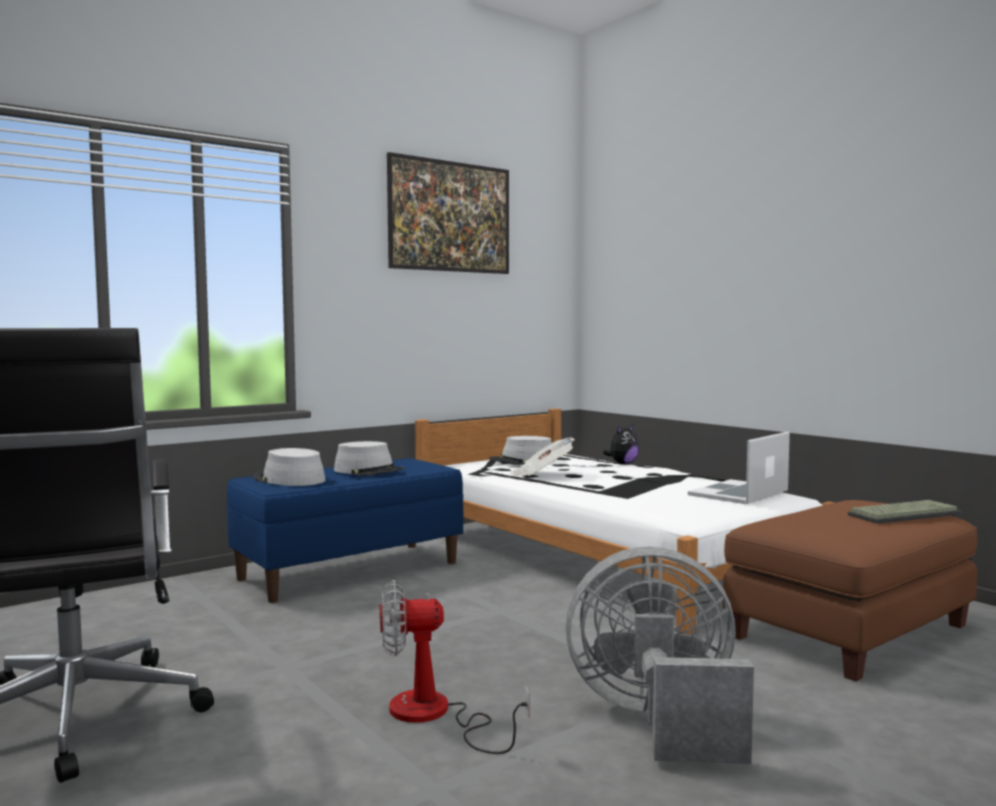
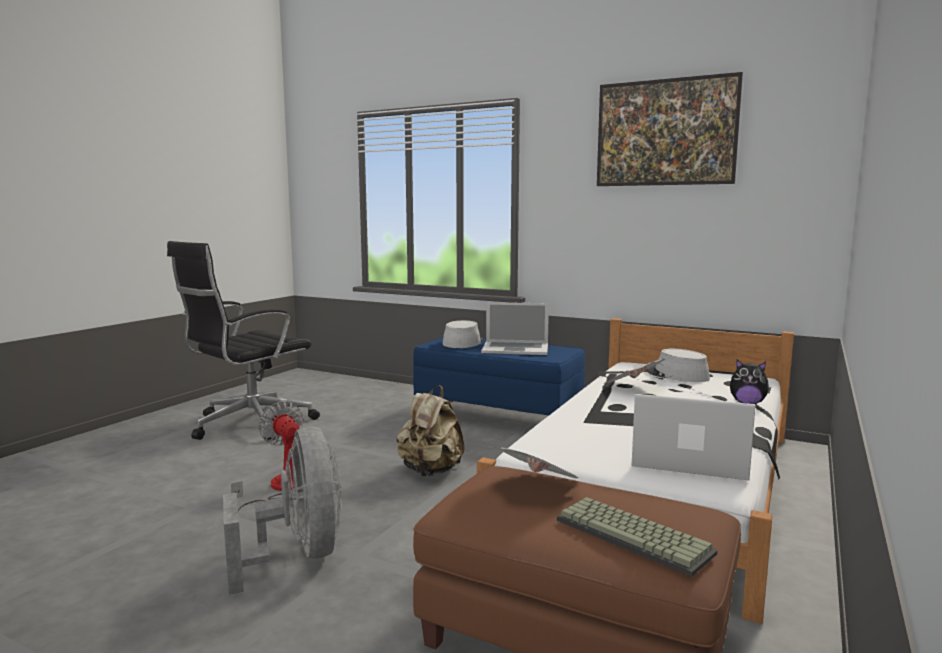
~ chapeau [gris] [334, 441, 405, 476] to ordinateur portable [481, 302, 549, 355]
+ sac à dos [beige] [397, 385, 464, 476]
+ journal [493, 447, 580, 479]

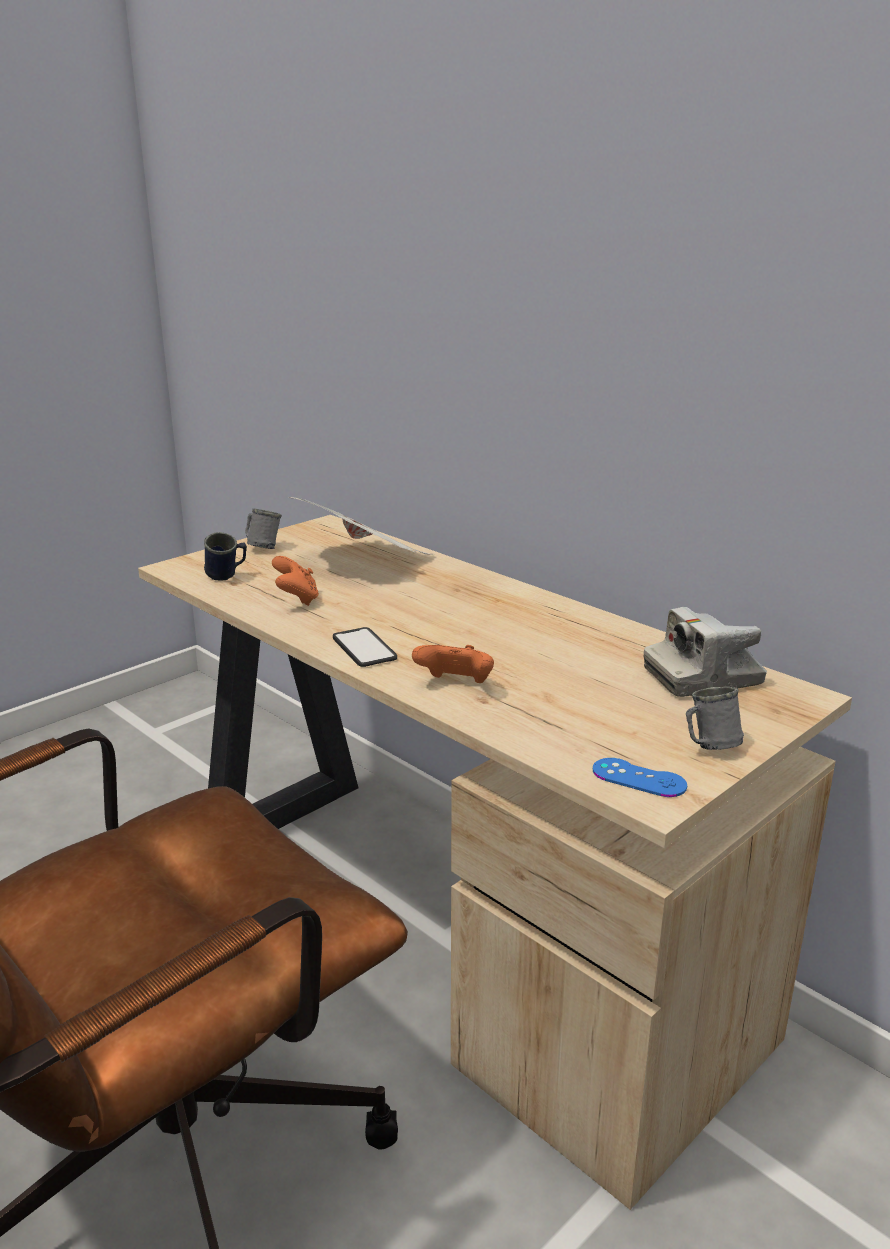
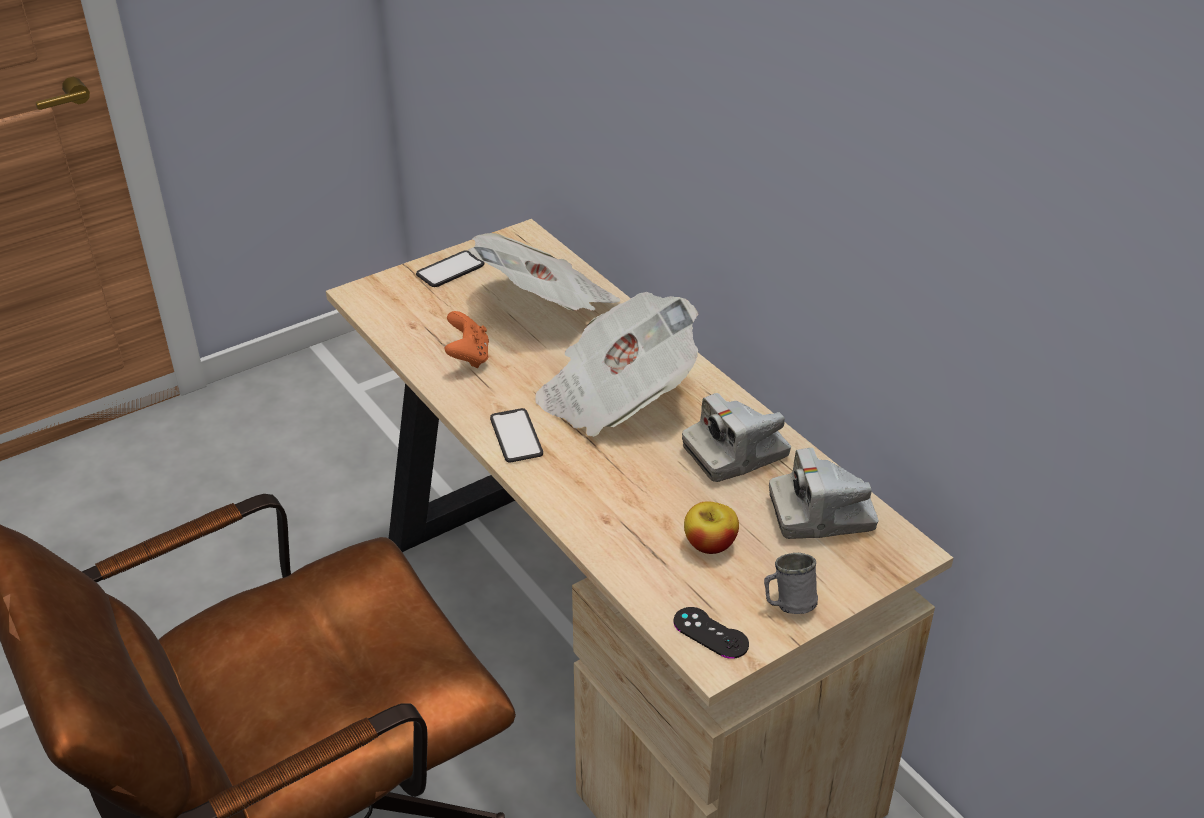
~ mug [gris] [245, 509, 282, 549] to téléphone [416, 250, 484, 287]
- mug [bleu] [204, 532, 247, 580]
- manette [orange] [412, 645, 494, 683]
~ manette [bleu] [593, 758, 687, 797] to manette [noir] [674, 607, 749, 659]
+ journal [535, 292, 698, 437]
+ appareil photo [682, 393, 791, 482]
+ pomme [684, 501, 739, 554]

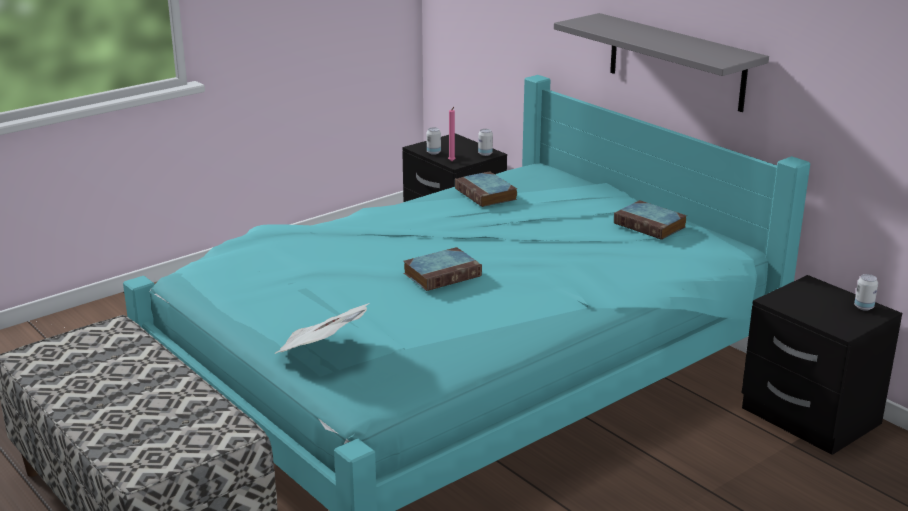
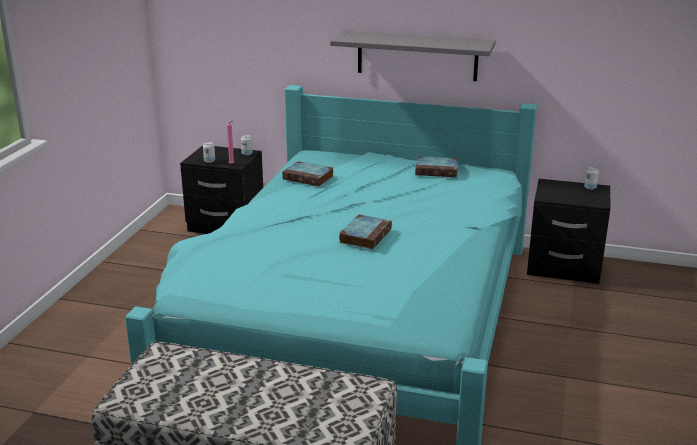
- journal [274, 303, 370, 354]

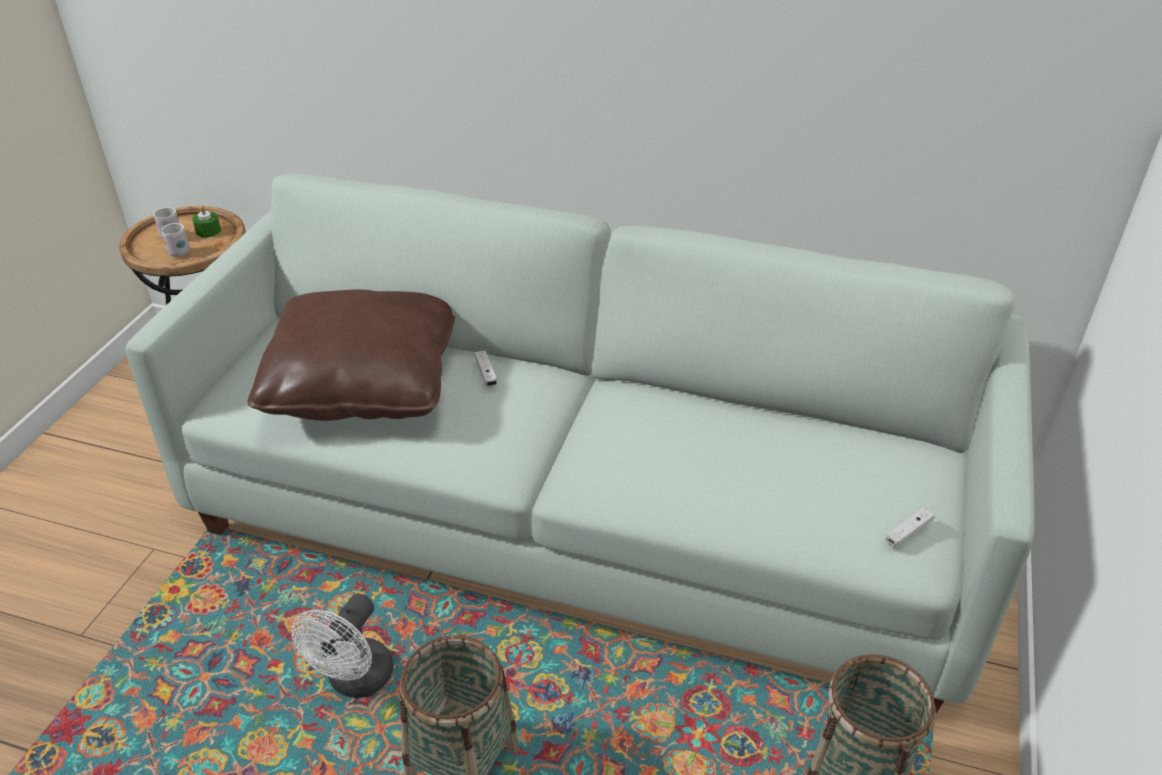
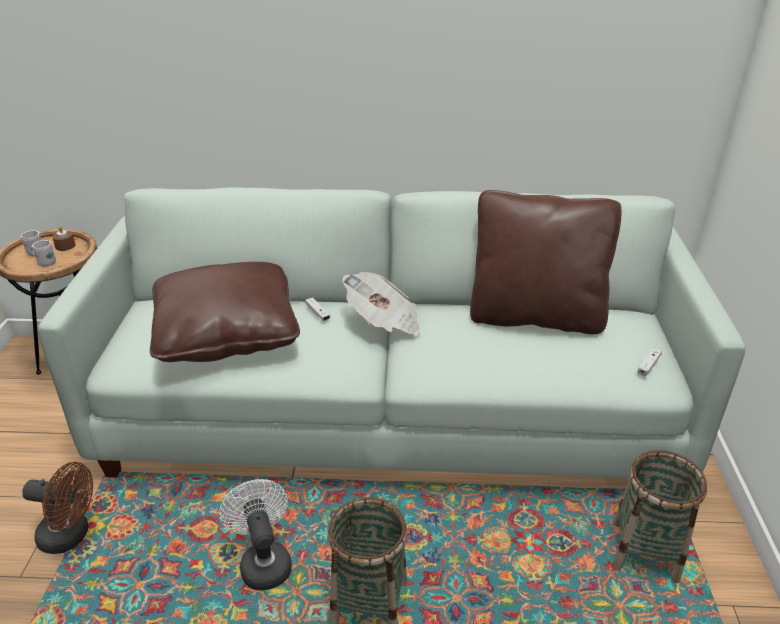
~ bougie [vert] [192, 206, 221, 238] to bougie [marron] [52, 226, 76, 251]
~ ventilateur [blanc] [291, 594, 393, 698] = [219, 479, 292, 590] 150 degrees clockwise
+ coussin [marron] [470, 190, 622, 334]
+ journal [342, 272, 420, 335]
+ ventilateur [marron] [22, 462, 93, 554]

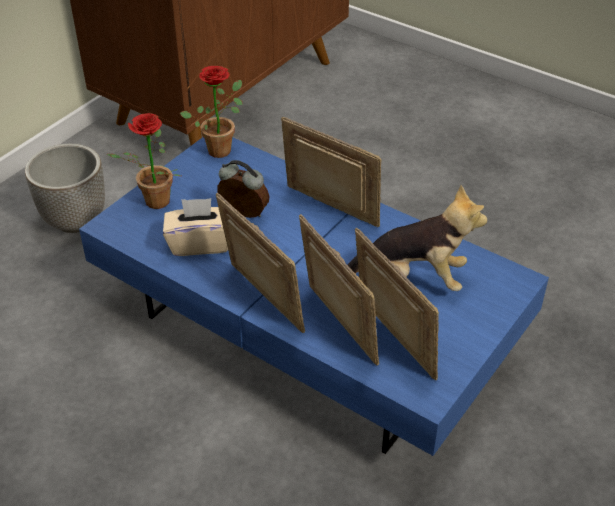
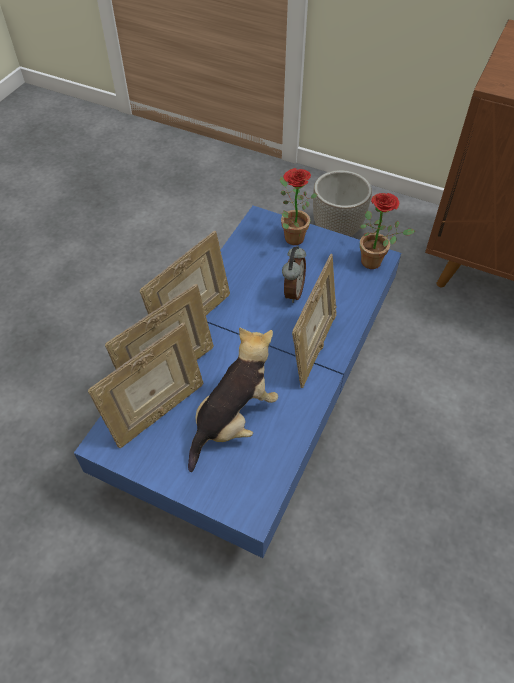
~ peluche [348, 185, 487, 291] = [188, 327, 278, 472] 135 degrees counterclockwise
- boîte à mouchoirs [beige] [163, 198, 228, 256]

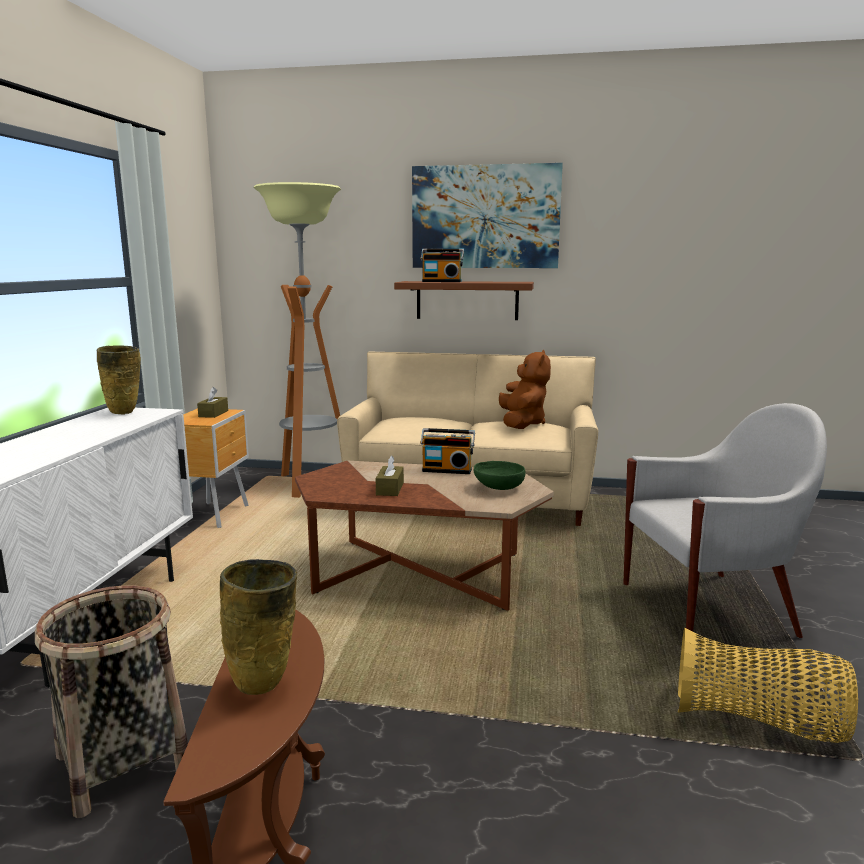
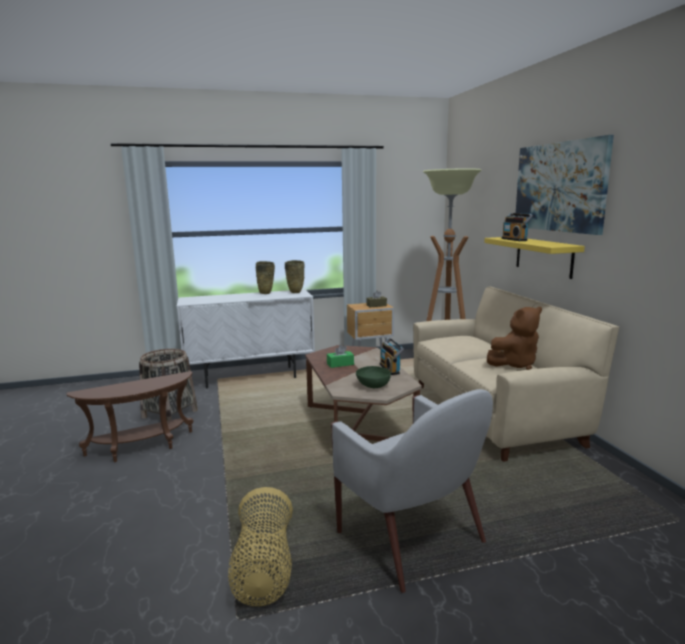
~ étagère [marron] [394, 281, 534, 320] to étagère [jaune] [484, 237, 585, 279]
~ boîte à mouchoirs [marron] [376, 456, 404, 496] to boîte à mouchoirs [vert] [327, 344, 354, 368]
~ vase [beige] [220, 559, 297, 695] to [256, 261, 275, 294]

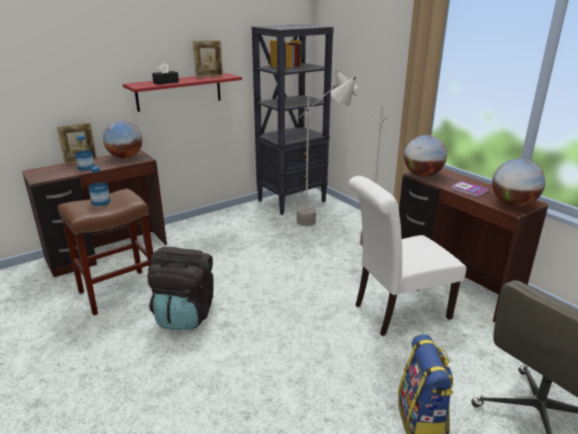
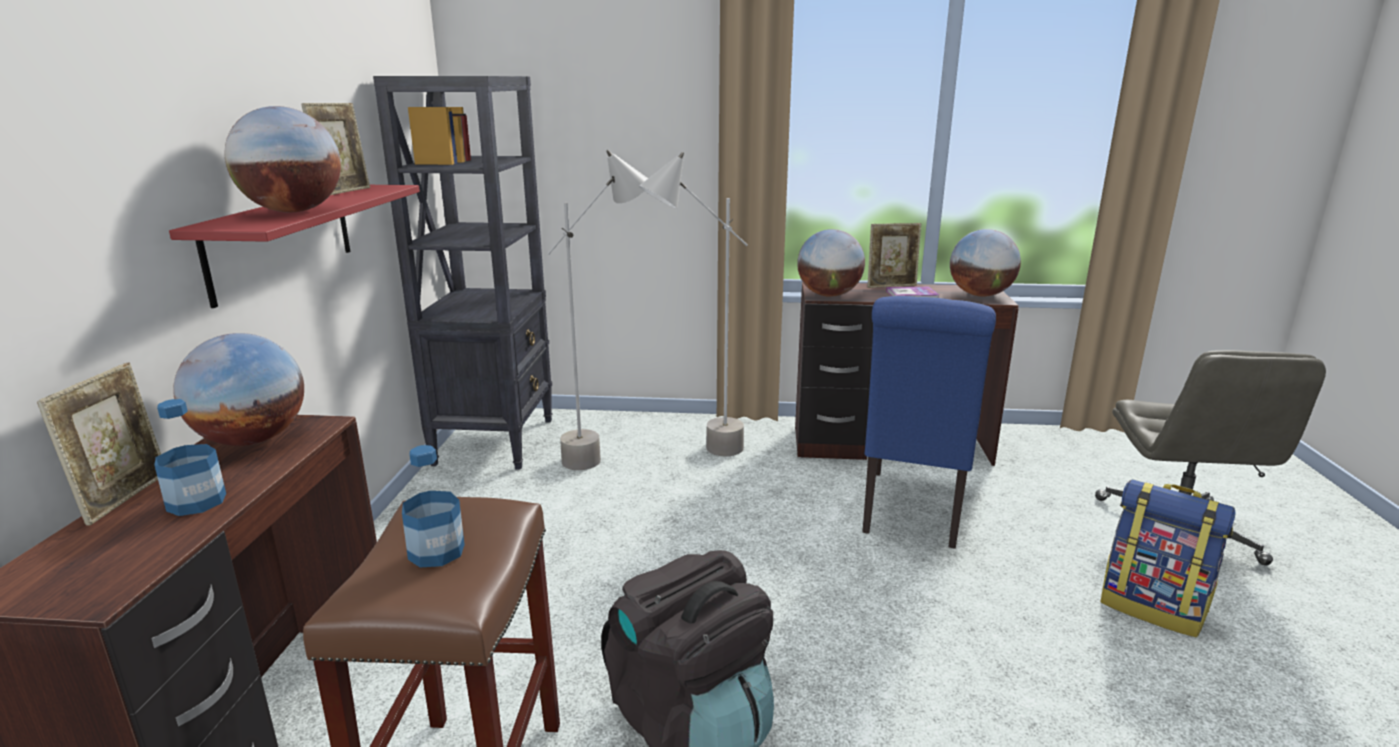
~ boîte à mouchoirs [noir] [152, 63, 179, 85] to globe [225, 106, 341, 212]
~ chaise [blanc] [348, 176, 466, 336] to chaise [bleu] [862, 296, 996, 549]
+ cadre photo [867, 223, 921, 288]

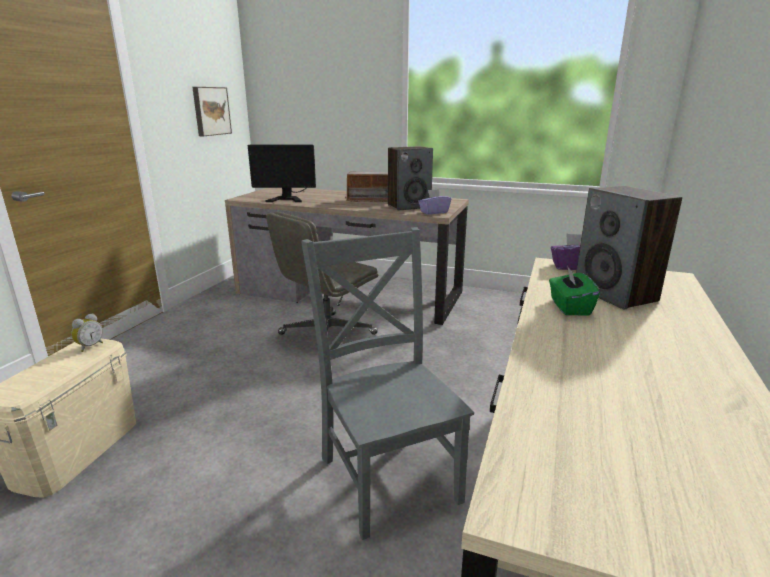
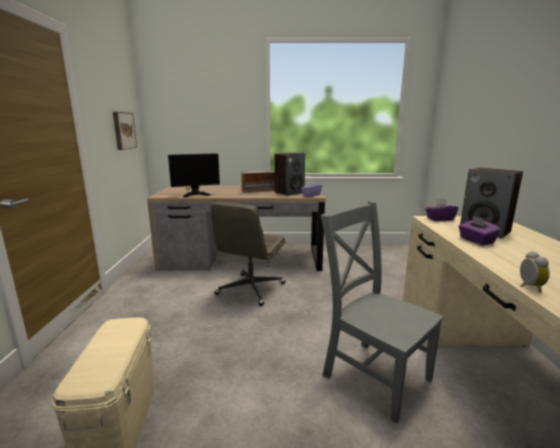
~ boîte à mouchoirs [vert] [549, 266, 600, 315] to boîte à mouchoirs [violet] [458, 215, 501, 245]
~ réveil [71, 313, 103, 352] to [520, 251, 550, 292]

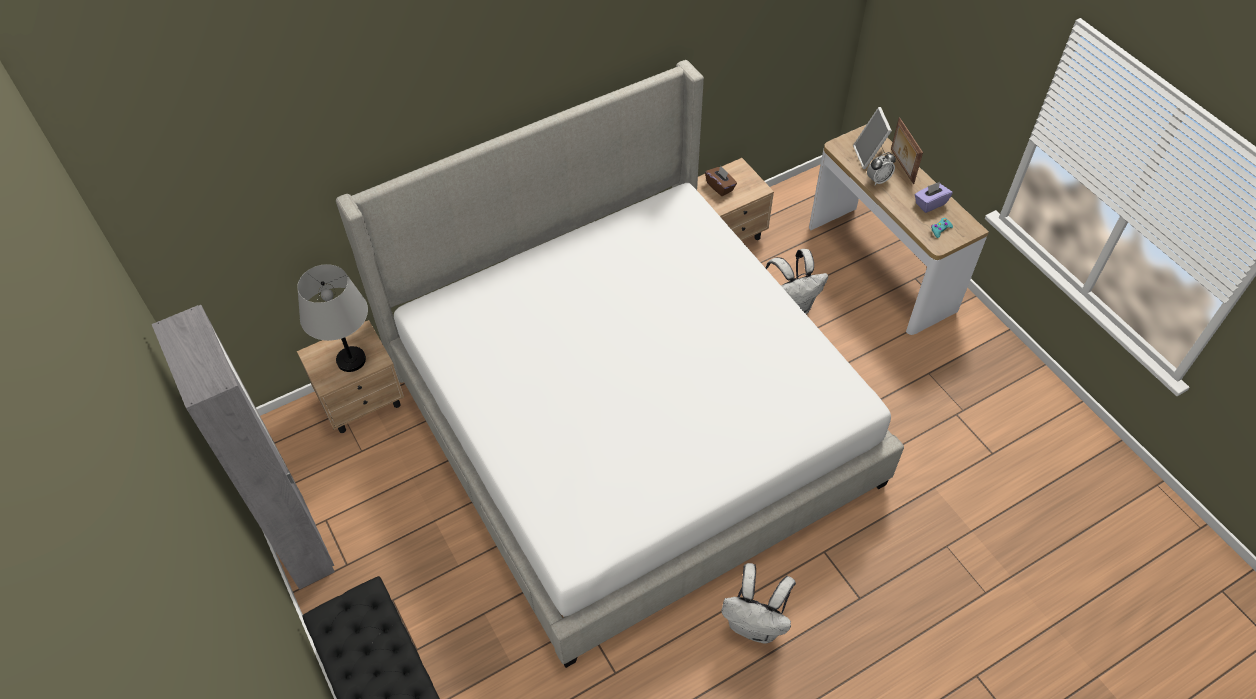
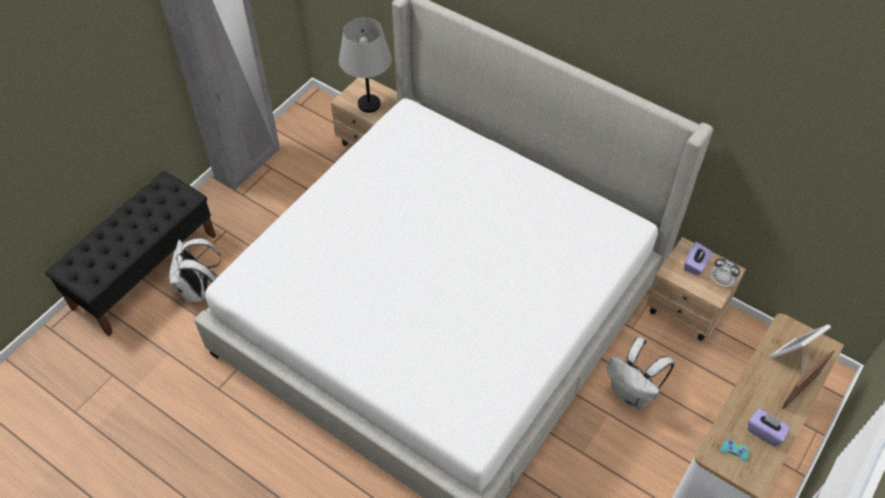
~ réveil [867, 152, 896, 186] to [711, 258, 740, 288]
~ boîte à mouchoirs [marron] [705, 166, 737, 197] to boîte à mouchoirs [violet] [684, 242, 712, 276]
~ sac à dos [blanc] [721, 563, 796, 644] to [169, 238, 221, 302]

